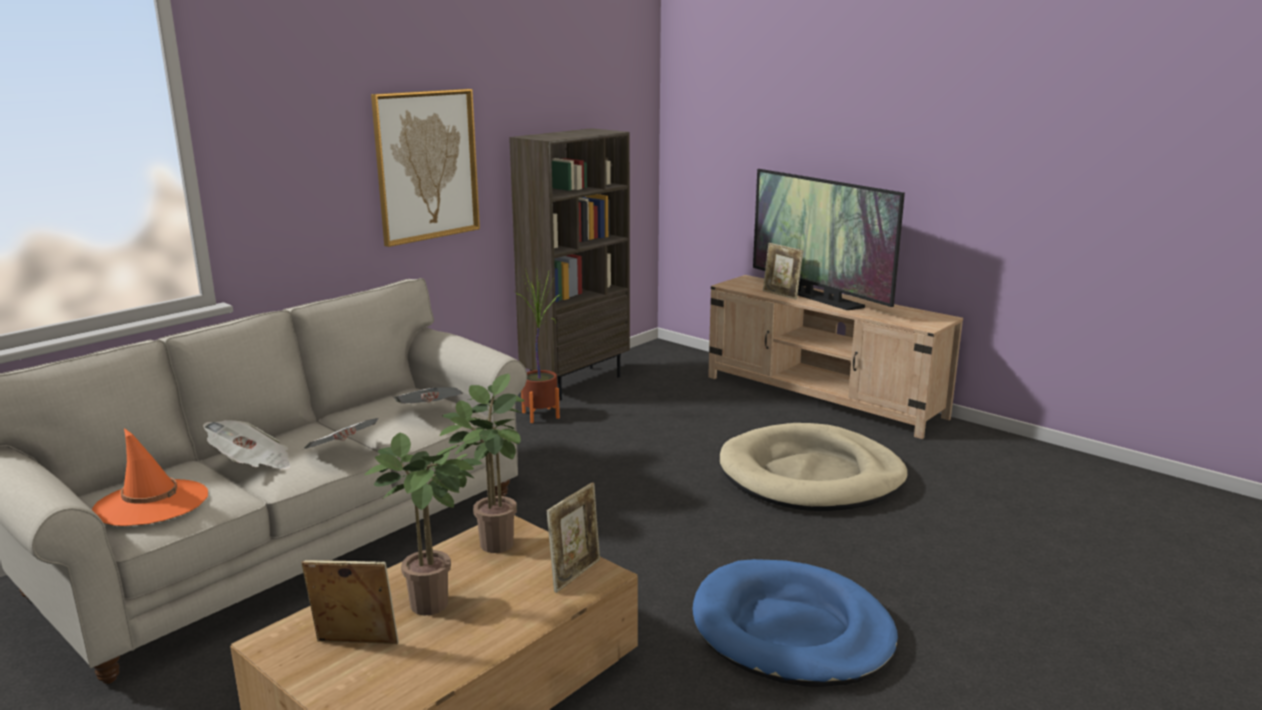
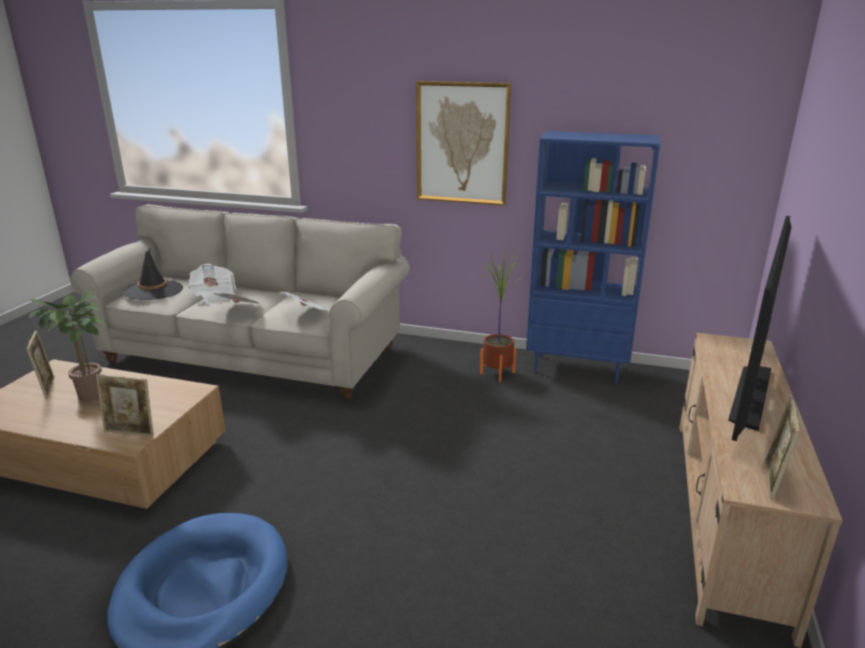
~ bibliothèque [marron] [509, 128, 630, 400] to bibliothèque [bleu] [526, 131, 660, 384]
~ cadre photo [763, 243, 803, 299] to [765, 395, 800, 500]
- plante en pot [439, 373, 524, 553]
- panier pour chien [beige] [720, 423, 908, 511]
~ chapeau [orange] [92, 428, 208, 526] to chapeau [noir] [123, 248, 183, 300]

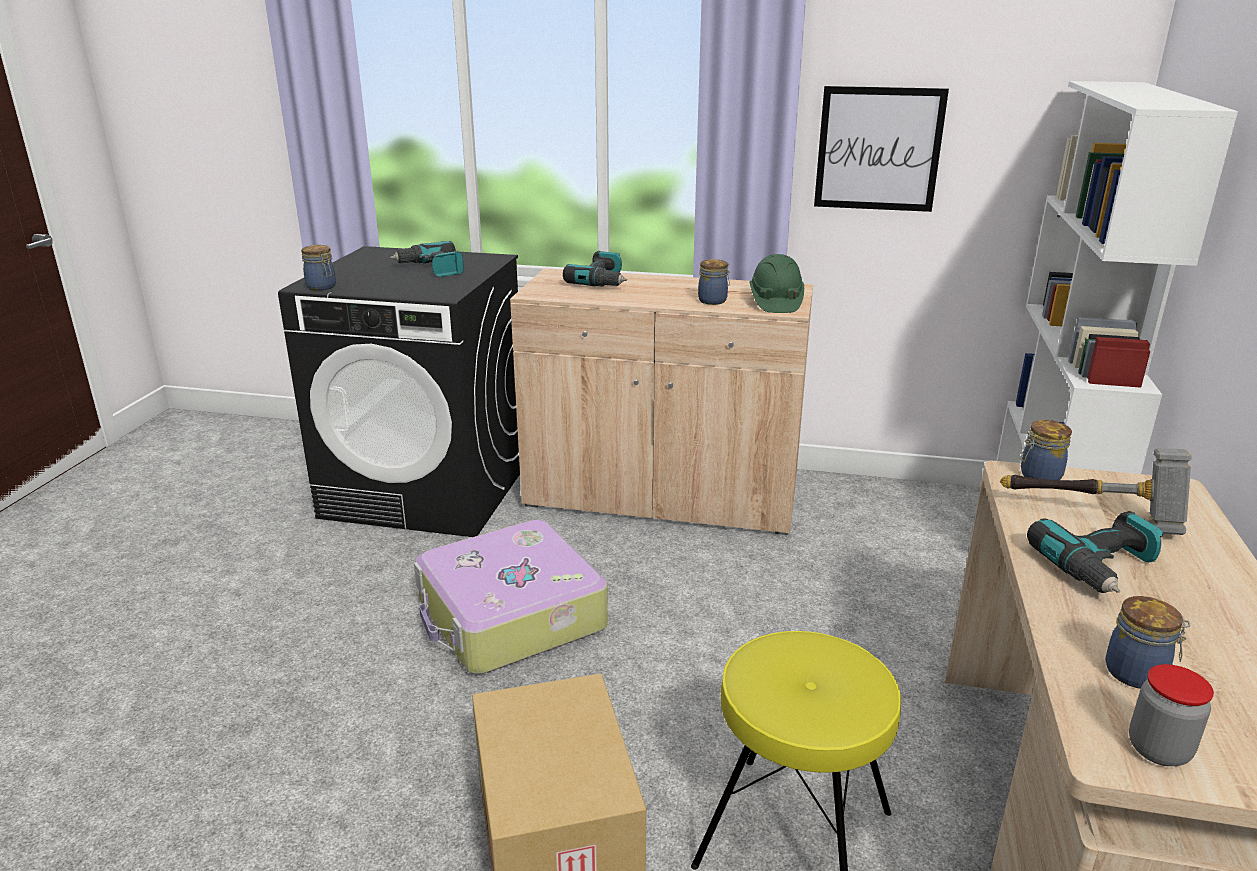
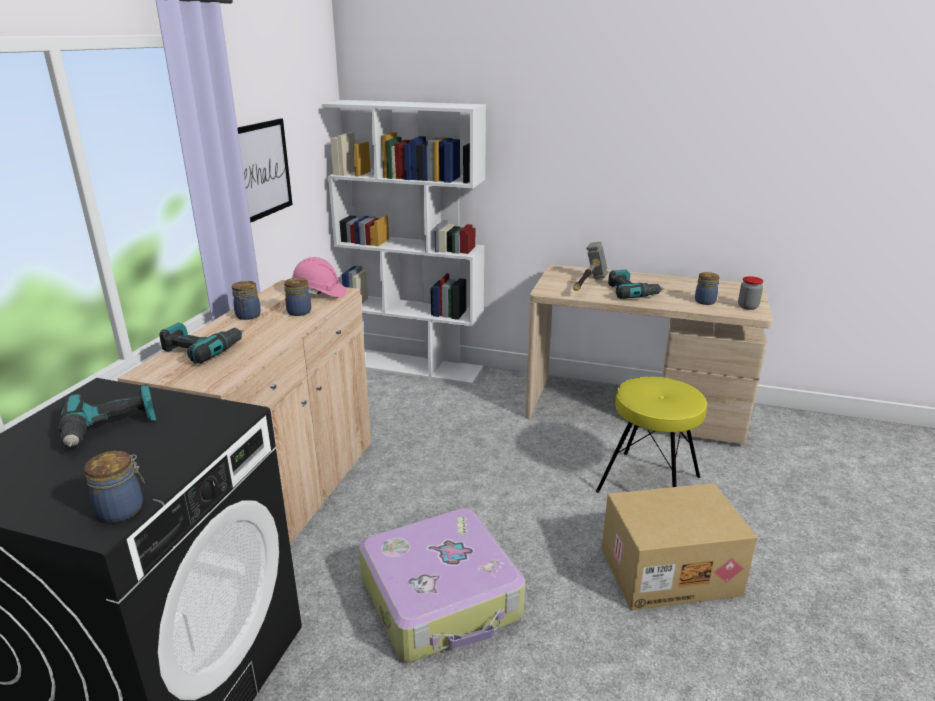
~ casque de chantier [vert] [750, 254, 804, 313] to casque de chantier [rose] [292, 257, 347, 298]
~ bocal [1021, 420, 1072, 480] to [232, 281, 261, 320]

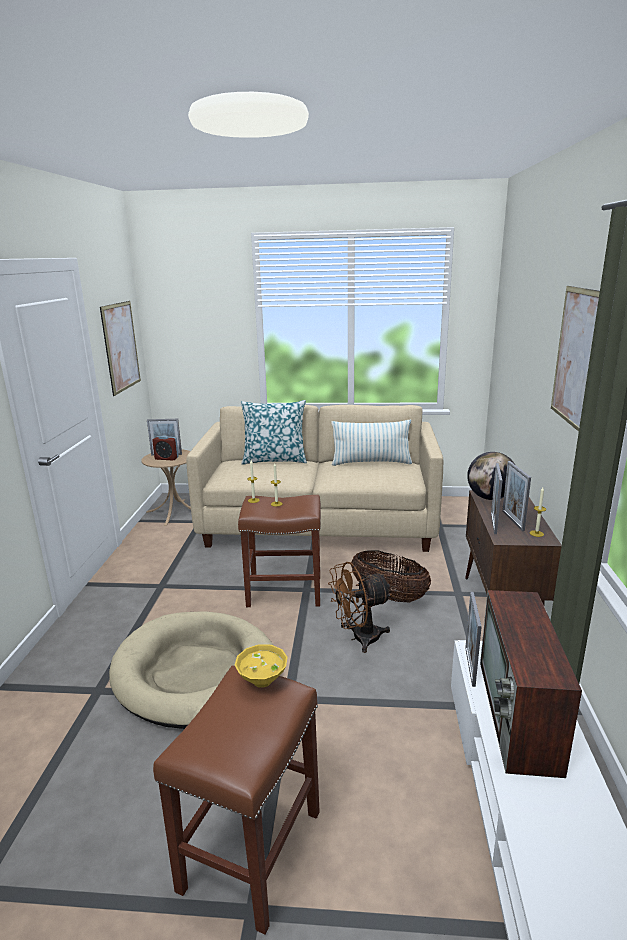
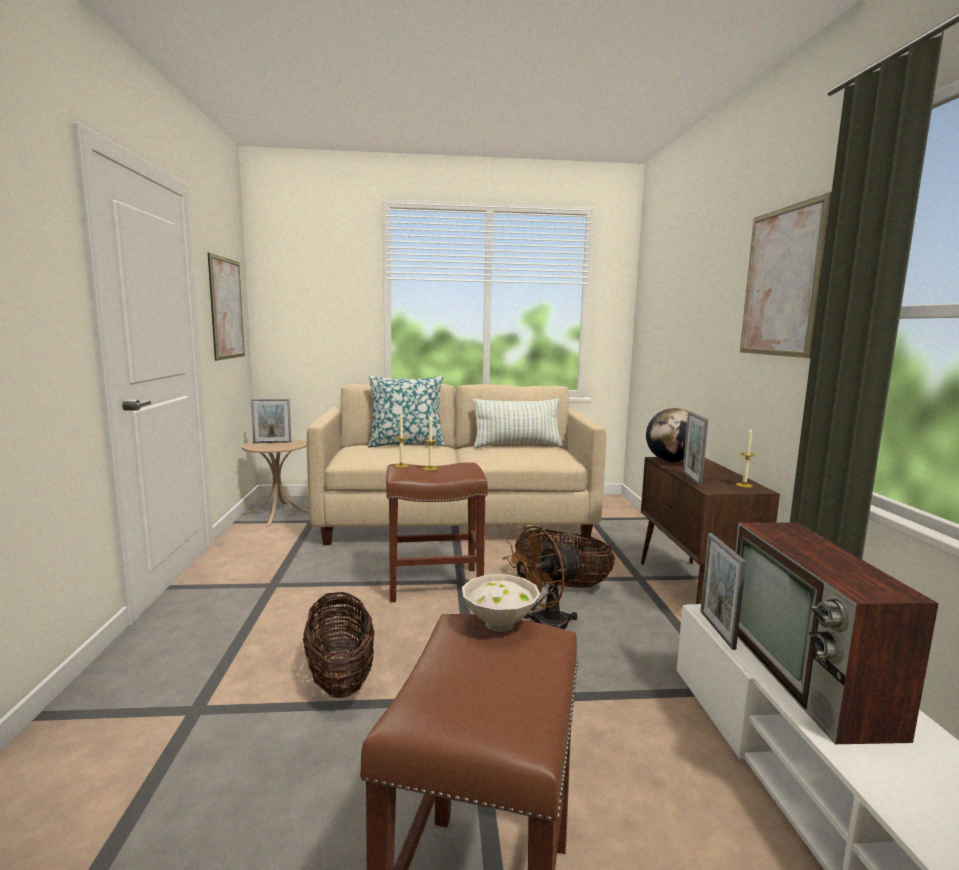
- réveil [152, 435, 179, 461]
- cadre photo [502, 461, 531, 531]
~ panier pour chien [beige] [109, 611, 274, 729] to panier [303, 591, 374, 698]
~ bol [jaune] [235, 644, 288, 688] to bol [blanc] [462, 574, 540, 632]

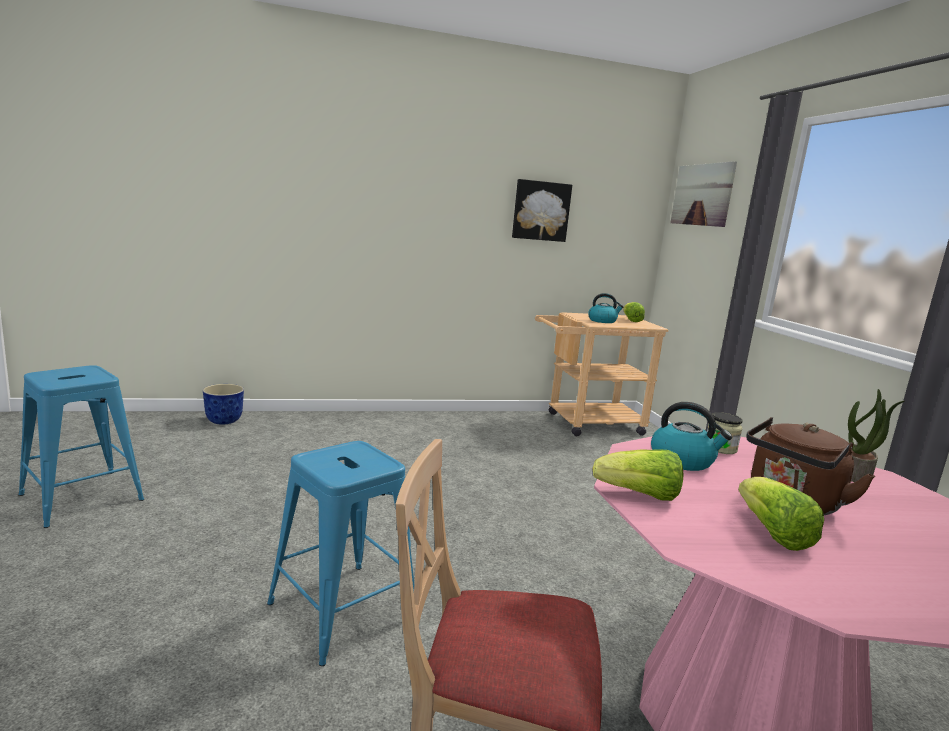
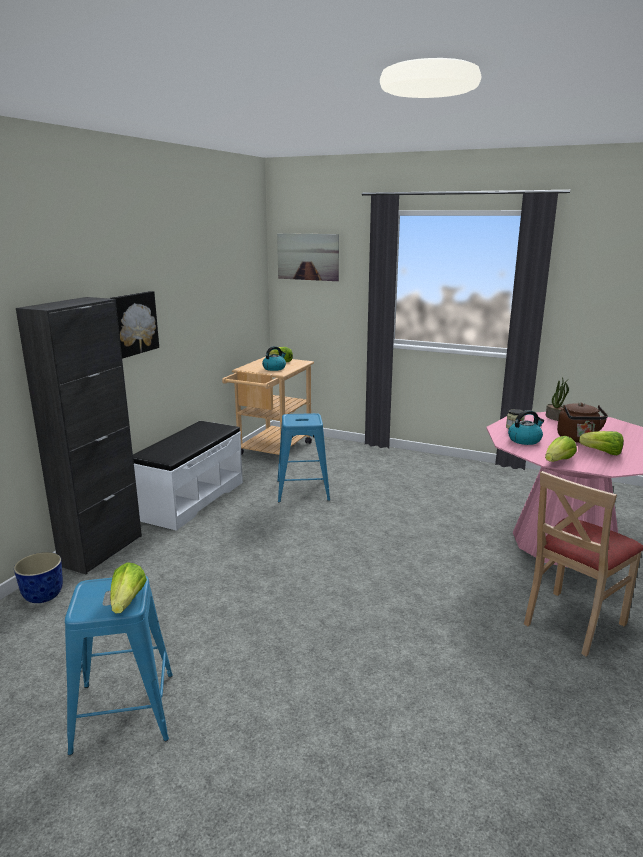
~ tableau [512, 179, 572, 242] to [110, 291, 159, 359]
~ tabouret [bleu] [267, 441, 414, 666] to [277, 413, 330, 502]
+ meuble de rangement [noir] [16, 297, 142, 574]
+ banc [blanc] [133, 421, 243, 531]
+ laitue [110, 562, 147, 613]

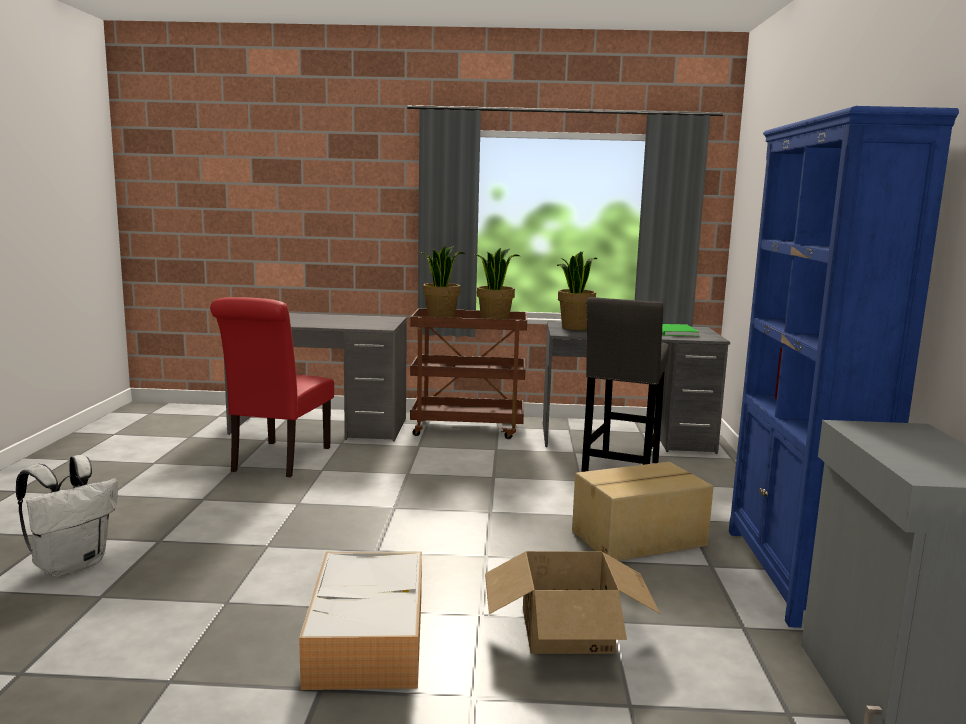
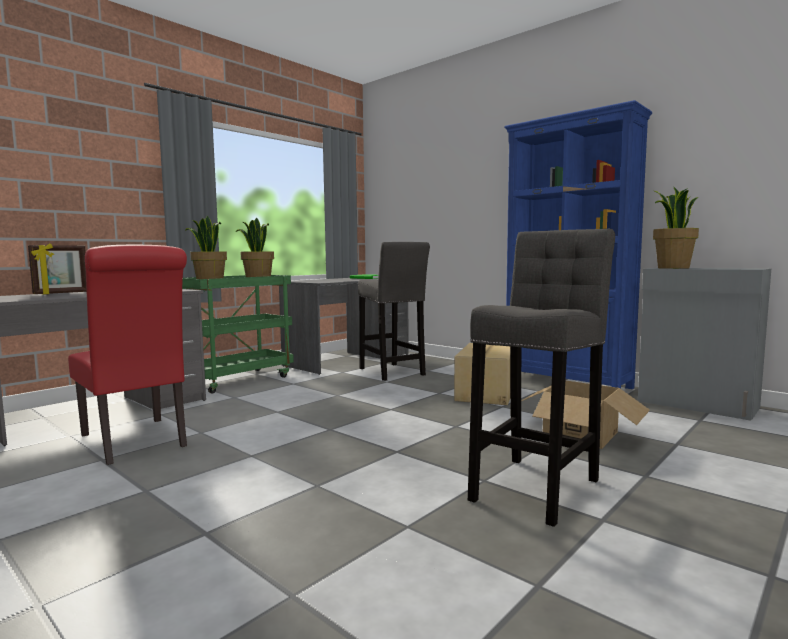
~ plante en pot [557, 251, 597, 330] to [653, 187, 699, 269]
~ chariot [marron] [410, 308, 527, 439] to chariot [vert] [182, 275, 294, 394]
- sac à dos [blanc] [16, 455, 118, 577]
~ boîte de rangement [299, 552, 422, 690] to tabouret [gris] [468, 229, 615, 527]
+ cadre photo [28, 243, 87, 295]

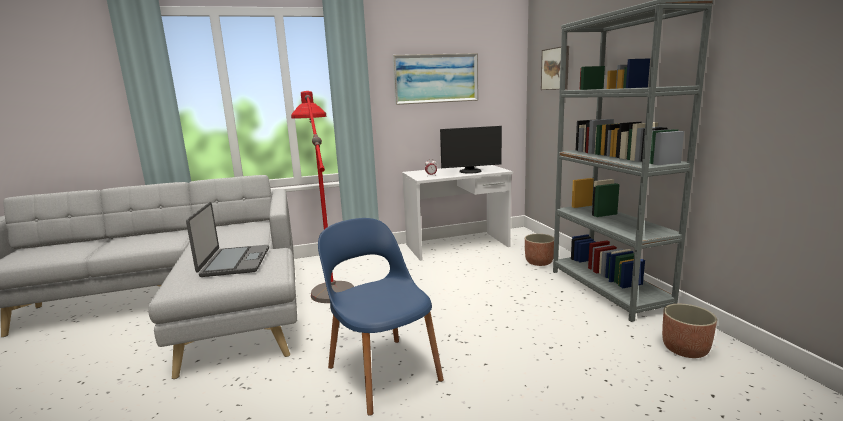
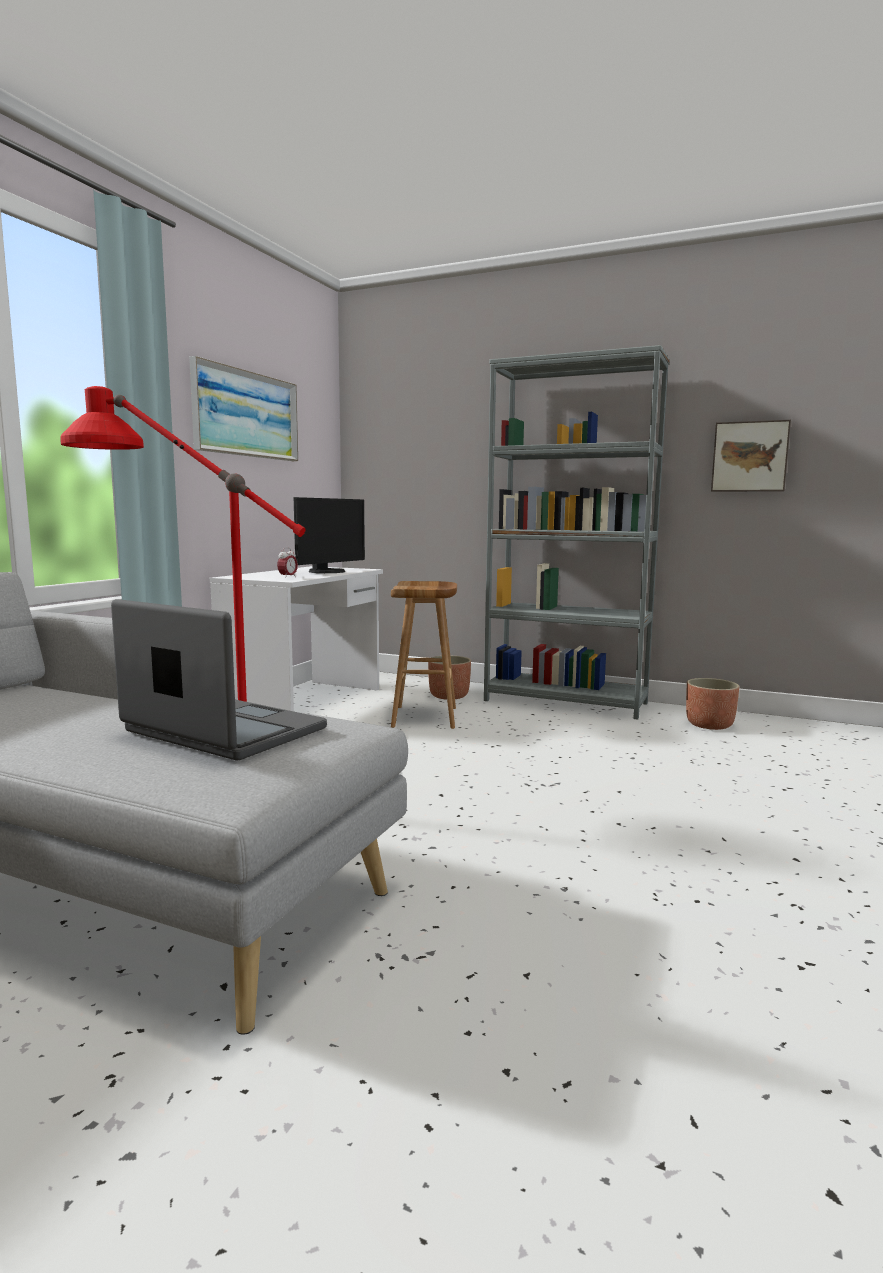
~ tableau [541, 46, 569, 90] to [711, 420, 791, 492]
- chaise [bleu] [318, 218, 444, 416]
+ tabouret [marron] [391, 581, 457, 729]

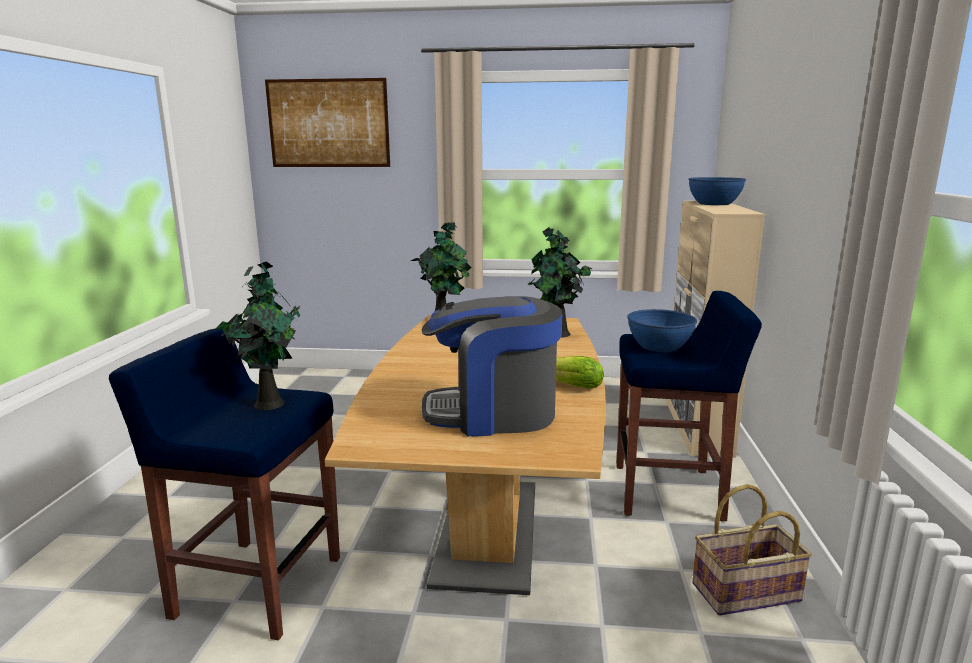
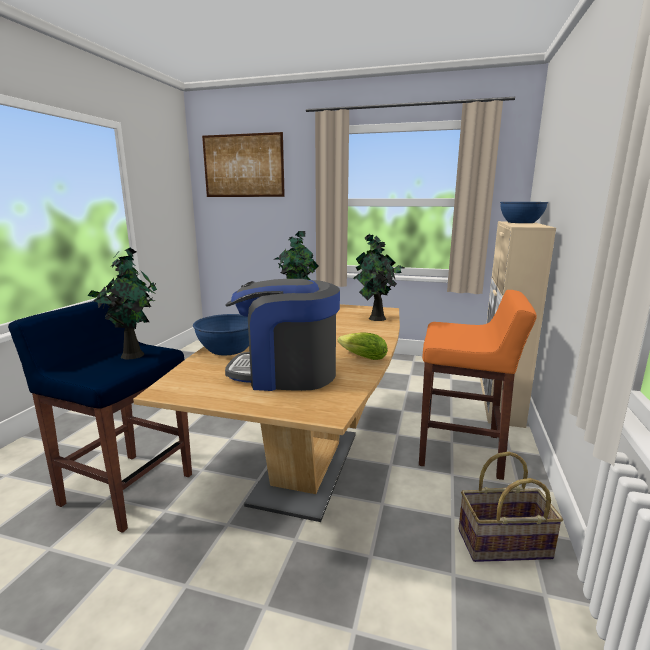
~ tabouret [bleu] [616, 291, 762, 521] to tabouret [orange] [419, 290, 537, 480]
~ bol [bleu] [627, 309, 697, 352] to [193, 314, 249, 355]

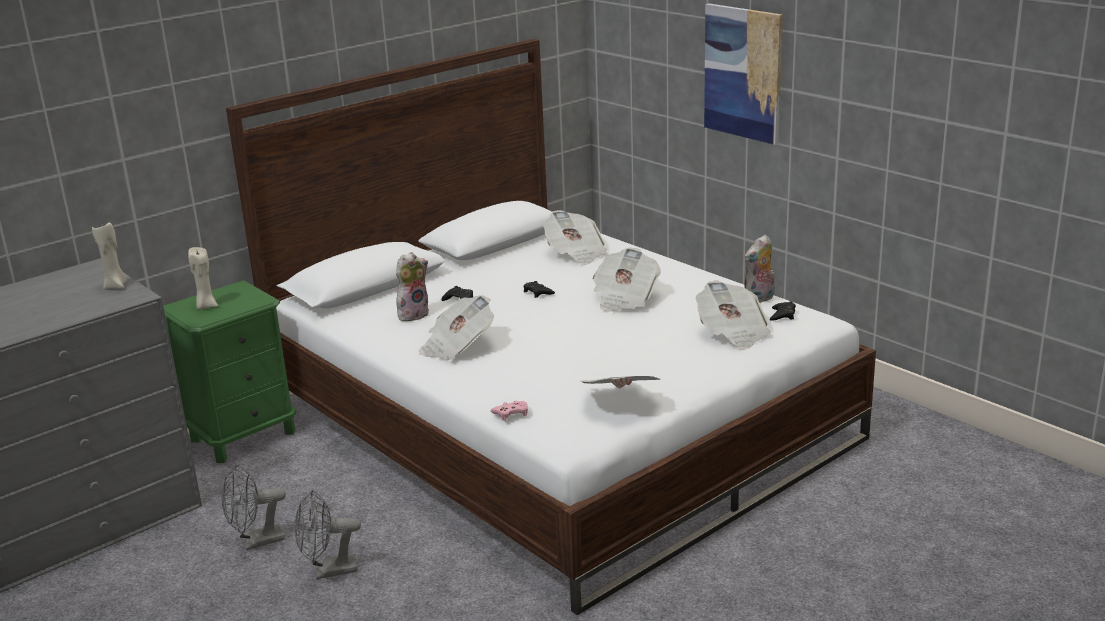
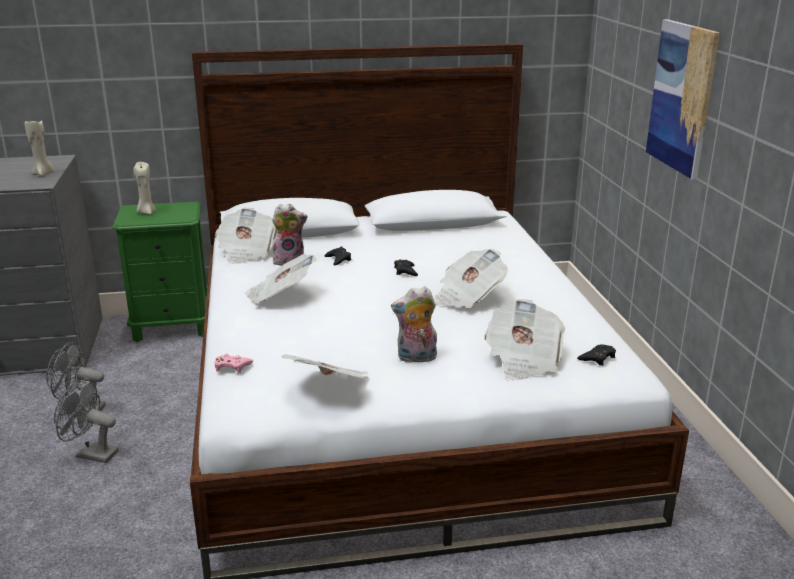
~ journal [543, 210, 607, 265] to [215, 208, 276, 264]
~ peluche [745, 235, 775, 303] to [391, 287, 437, 363]

